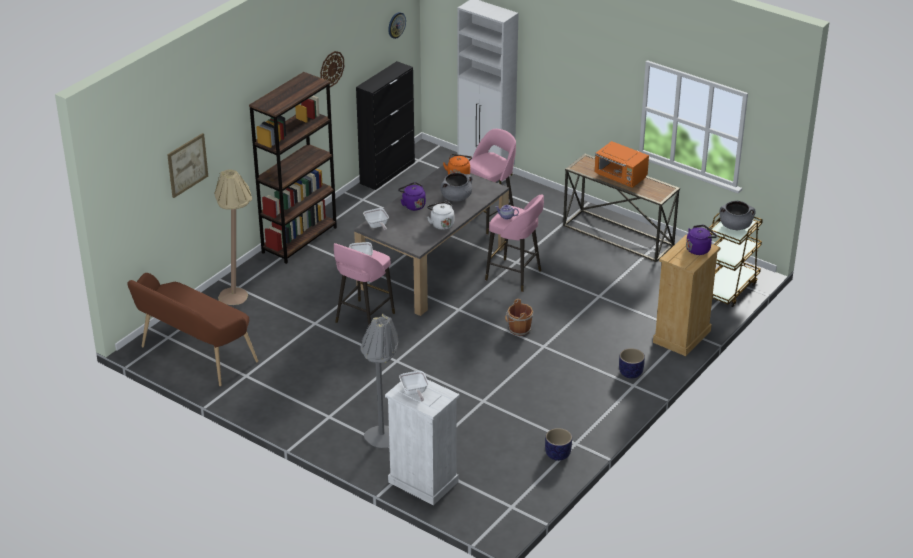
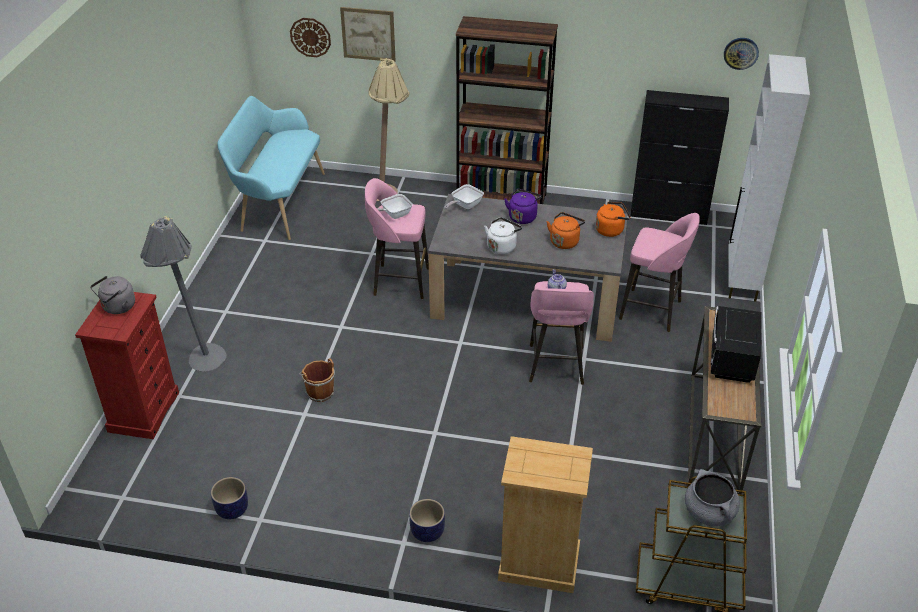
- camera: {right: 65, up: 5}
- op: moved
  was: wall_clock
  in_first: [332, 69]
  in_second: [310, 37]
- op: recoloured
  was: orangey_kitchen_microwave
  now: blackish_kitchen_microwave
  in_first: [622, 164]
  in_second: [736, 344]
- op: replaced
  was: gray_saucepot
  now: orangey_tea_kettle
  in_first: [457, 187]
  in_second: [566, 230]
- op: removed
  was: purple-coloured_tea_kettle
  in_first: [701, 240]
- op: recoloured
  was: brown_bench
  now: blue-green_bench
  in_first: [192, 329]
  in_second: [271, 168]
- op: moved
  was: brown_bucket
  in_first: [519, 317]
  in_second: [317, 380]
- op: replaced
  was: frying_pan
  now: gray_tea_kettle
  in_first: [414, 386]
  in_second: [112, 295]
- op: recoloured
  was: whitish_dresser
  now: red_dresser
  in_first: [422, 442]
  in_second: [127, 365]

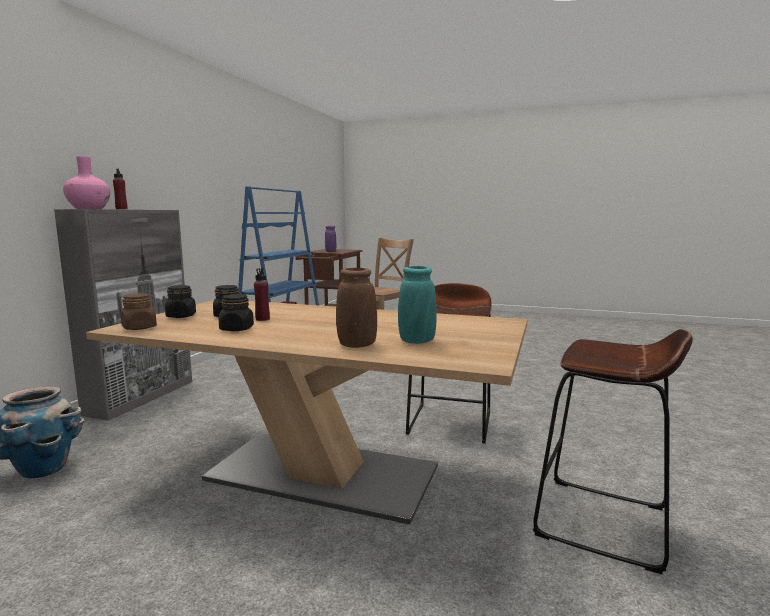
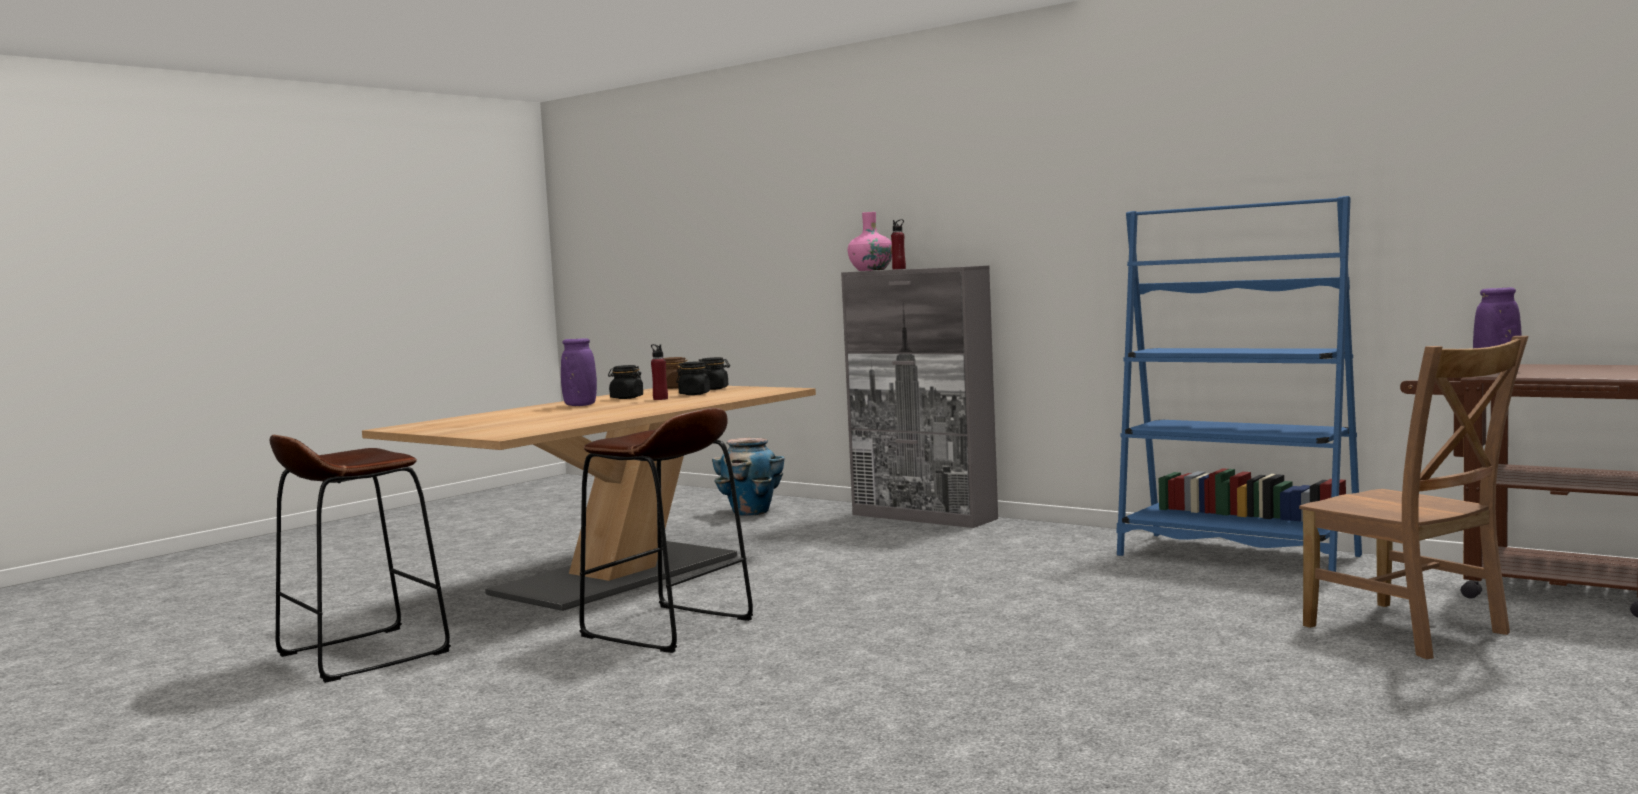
- camera: {right: 110, up: -5}
- op: removed
  was: blue-green_decorative_vase
  in_first: [417, 305]
- op: removed
  was: brown_decorative_vase
  in_first: [356, 308]
- op: added
  now: purple-coloured_decorative_vase
  in_second: [579, 372]

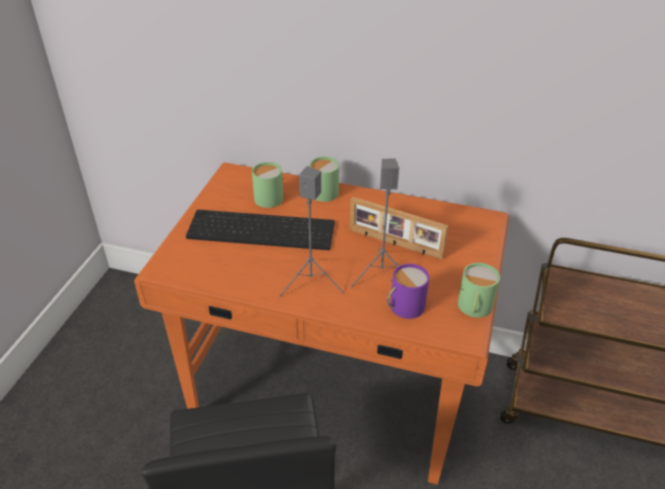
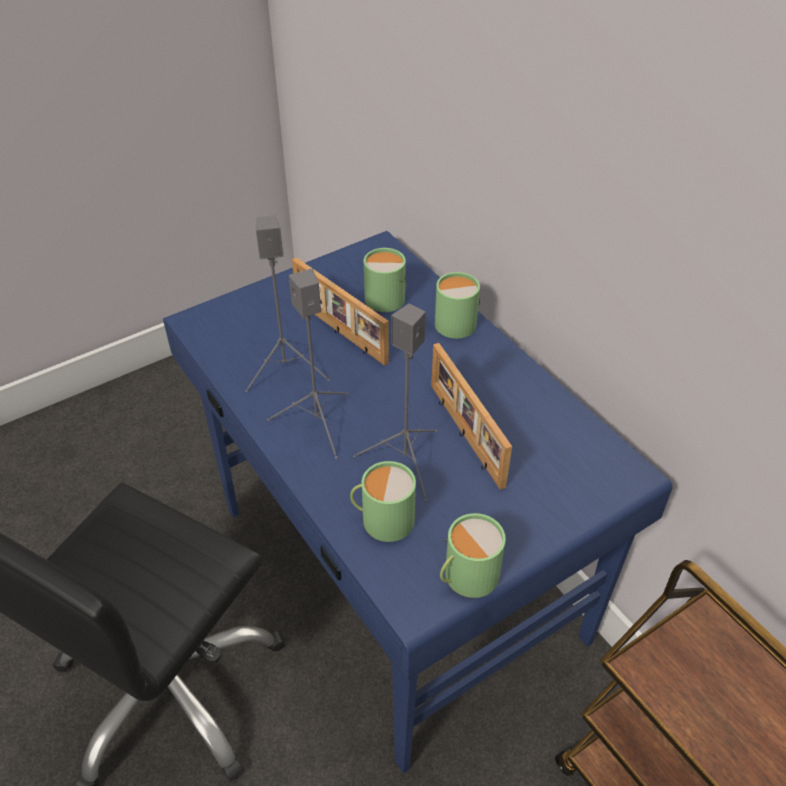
- camera: {right: 40, up: 5}
- op: recoloured
  was: orangey_desk_table
  now: blue-coloured_desk_table
  in_first: [321, 324]
  in_second: [417, 502]
- op: replaced
  was: PC_keyboard
  now: standing_frame
  in_first: [260, 230]
  in_second: [340, 311]
- op: recoloured
  was: purple-coloured_mug
  now: greenish_mug
  in_first: [408, 291]
  in_second: [383, 501]
- op: added
  now: gray_speaker
  in_second: [287, 303]

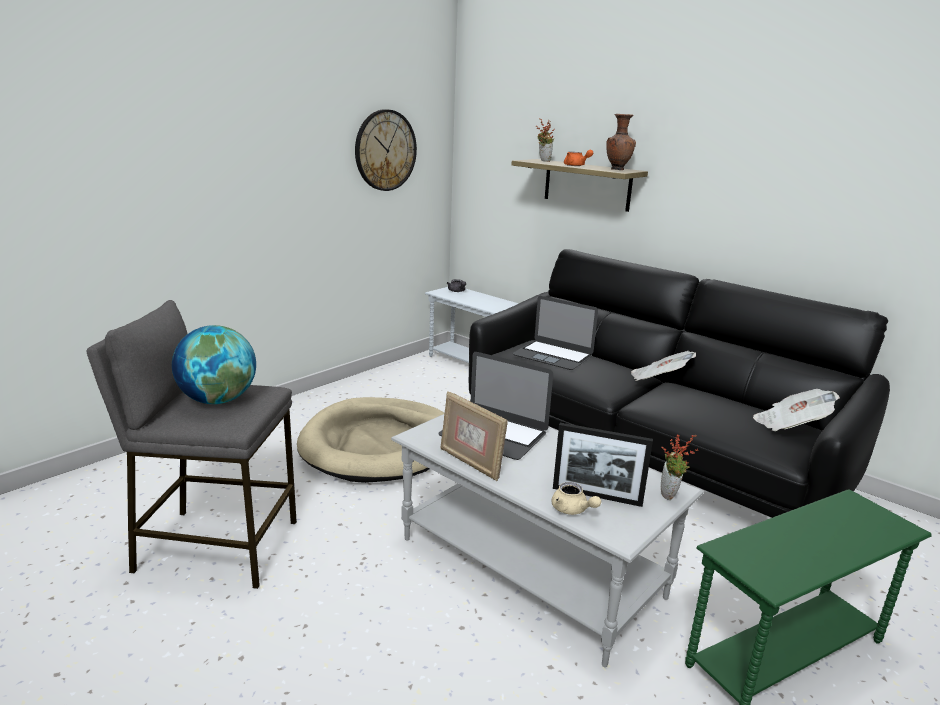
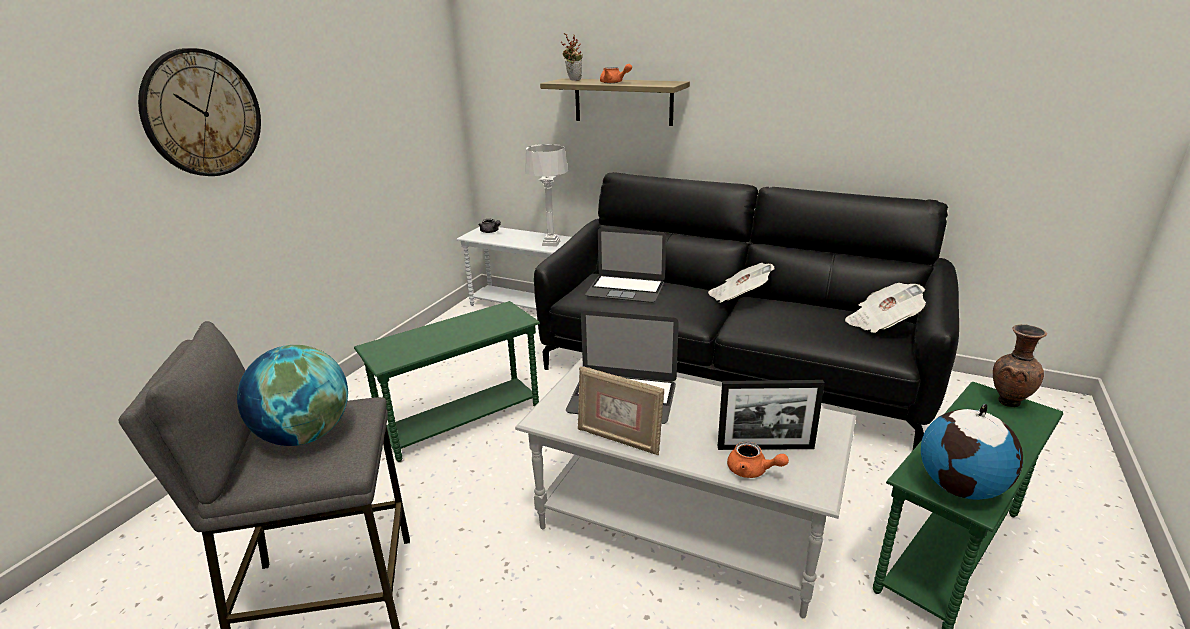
- camera: {right: -15, up: 5}
- op: moved
  was: wall_clock
  in_first: [386, 150]
  in_second: [199, 112]
- op: moved
  was: brown_decorative_vase
  in_first: [621, 142]
  in_second: [1020, 365]
- op: replaced
  was: beige-coloured_dog_cushion
  now: greenish_accent_table
  in_first: [370, 440]
  in_second: [447, 381]
- op: removed
  was: houseplant
  in_first: [680, 467]
- op: recoloured
  was: beige-coloured_pot_for_tea
  now: orangey_pot_for_tea
  in_first: [576, 498]
  in_second: [758, 460]
- op: added
  now: gray_table_lamp
  in_second: [546, 195]
- op: added
  now: world_globe
  in_second: [972, 452]

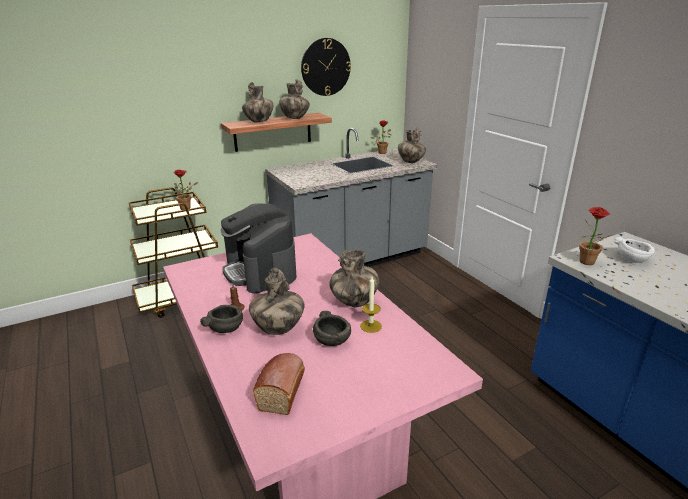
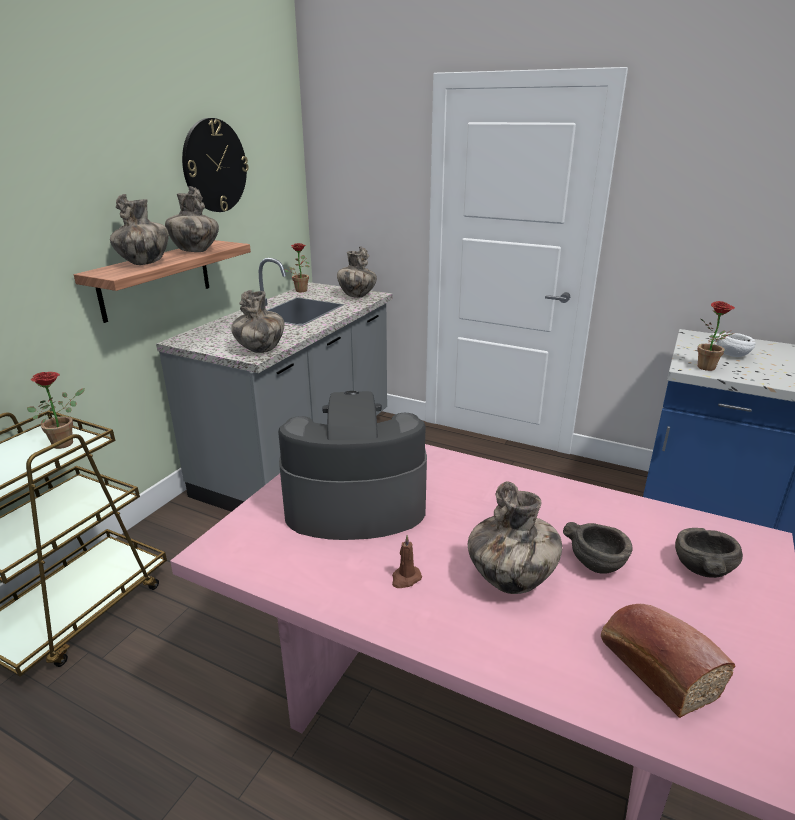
- camera: {right: -35, up: 0}
- op: turned
  was: coffee_brewer
  in_first: [258, 248]
  in_second: [352, 465]
  clockwise: 150
- op: moved
  was: decorative_vase
  in_first: [354, 278]
  in_second: [257, 321]
- op: removed
  was: wax_light
  in_first: [371, 305]
- op: moved
  was: gray_deep_dish
  in_first: [221, 319]
  in_second: [709, 553]

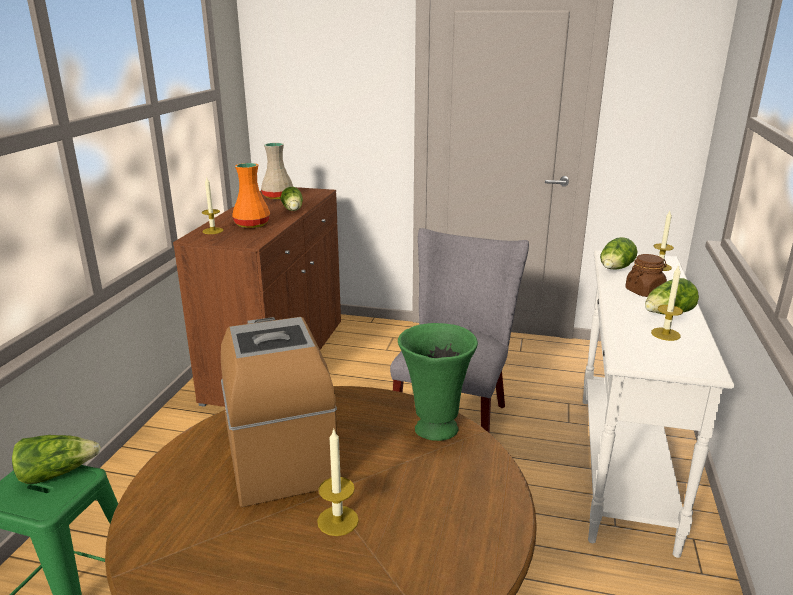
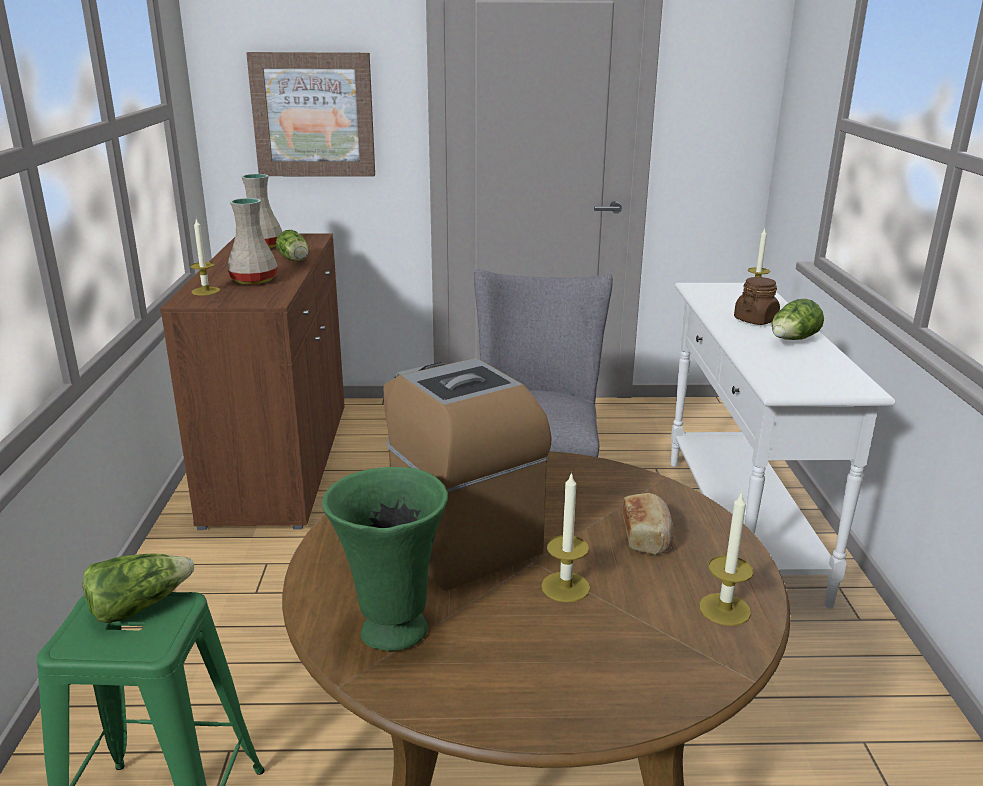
- camera: {right: -15, up: 0}
- op: recoloured
  was: orangey_decorative_vase
  now: beige-coloured_decorative_vase
  in_first: [251, 195]
  in_second: [252, 241]
- op: removed
  was: head_of_lettuce
  in_first: [619, 253]
- op: moved
  was: wax_light
  in_first: [667, 303]
  in_second: [726, 558]
- op: moved
  was: greenish_decorative_vase
  in_first: [438, 382]
  in_second: [385, 559]
- op: added
  now: picture
  in_second: [310, 114]
- op: added
  now: baked_bread
  in_second: [648, 524]

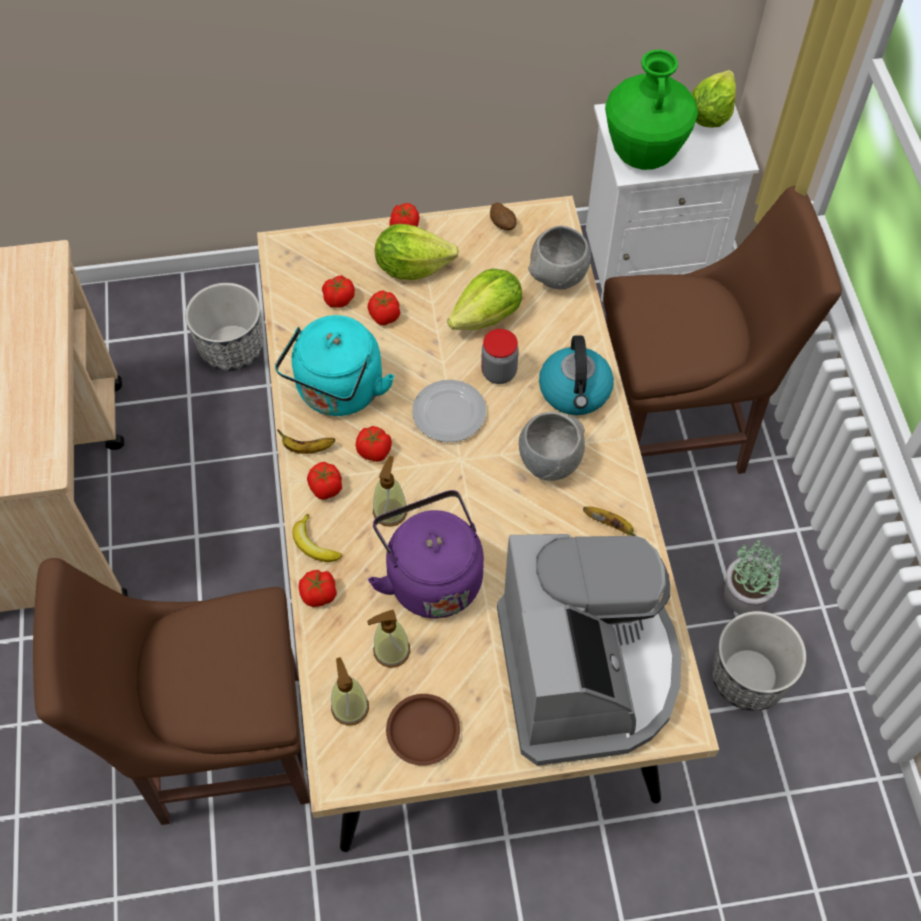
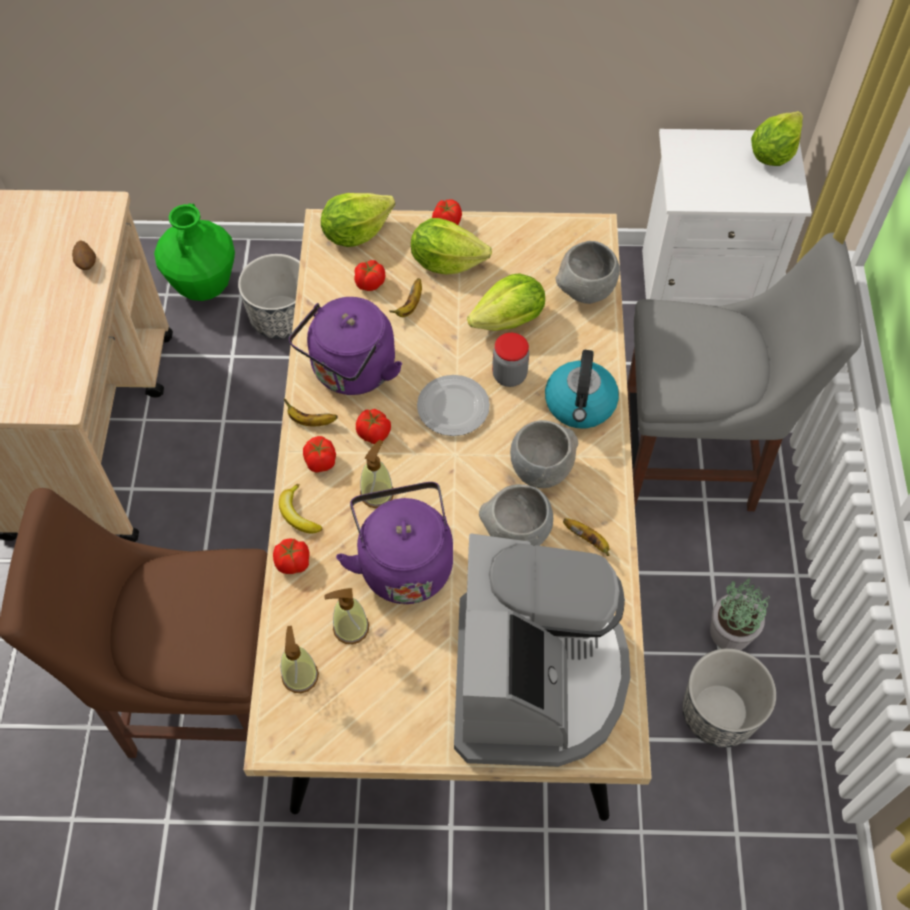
- camera: {right: 10, up: 0}
- op: moved
  was: greenish_decorative_vase
  in_first: [651, 110]
  in_second: [194, 252]
- op: recoloured
  was: brown_upright_chair
  now: gray_upright_chair
  in_first: [722, 330]
  in_second: [744, 372]
- op: moved
  was: spud
  in_first: [503, 216]
  in_second: [84, 255]
- op: replaced
  was: tomato
  now: banana
  in_first: [384, 307]
  in_second: [405, 297]
- op: recoloured
  was: blue-green_tea_kettle
  now: purple-coloured_tea_kettle
  in_first: [335, 365]
  in_second: [345, 346]
- op: removed
  was: brown_plate
  in_first: [423, 730]
- op: added
  now: head_of_lettuce
  in_second: [358, 220]
- op: added
  now: gray_deep_dish
  in_second: [516, 515]

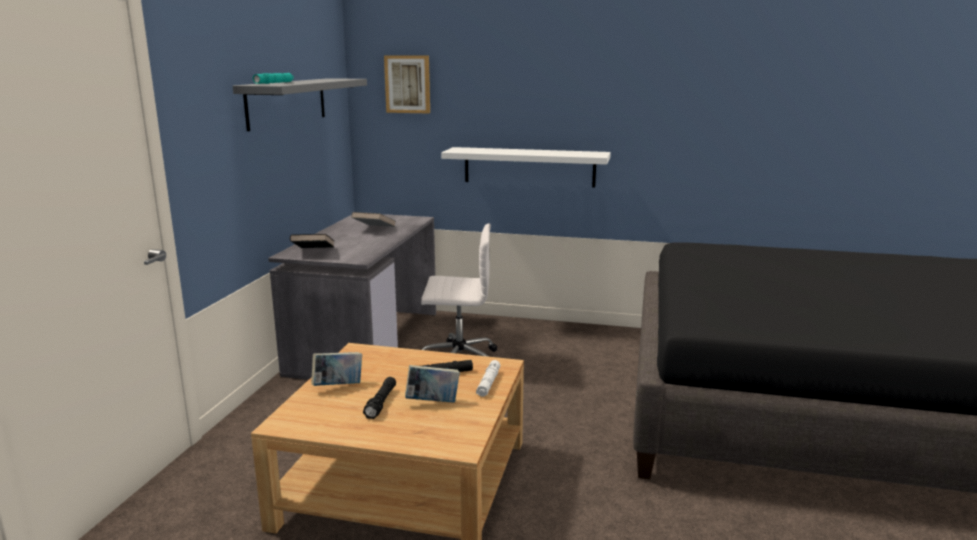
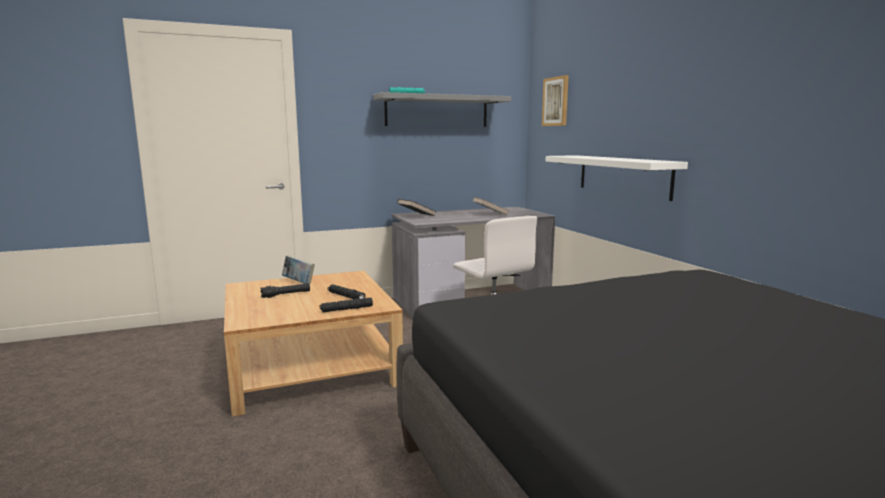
- camera: {right: 55, up: -5}
- op: recoloured
  was: whitish_hand_torch
  now: blackish_hand_torch
  in_first: [488, 378]
  in_second: [346, 305]
- op: removed
  was: volume
  in_first: [432, 384]

